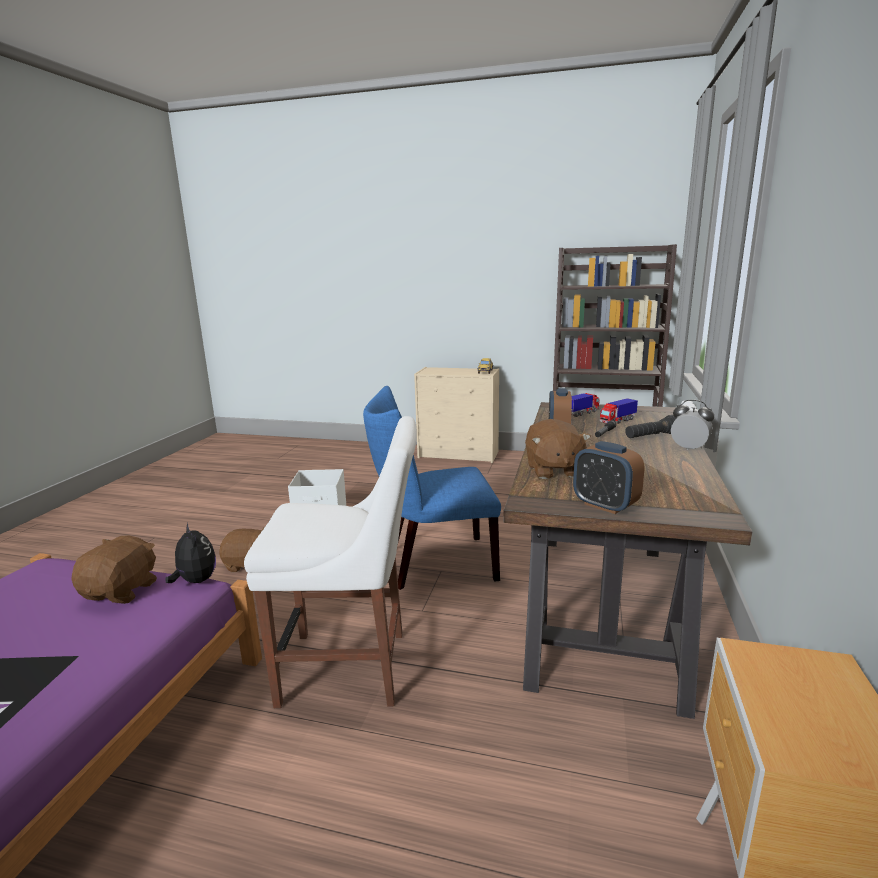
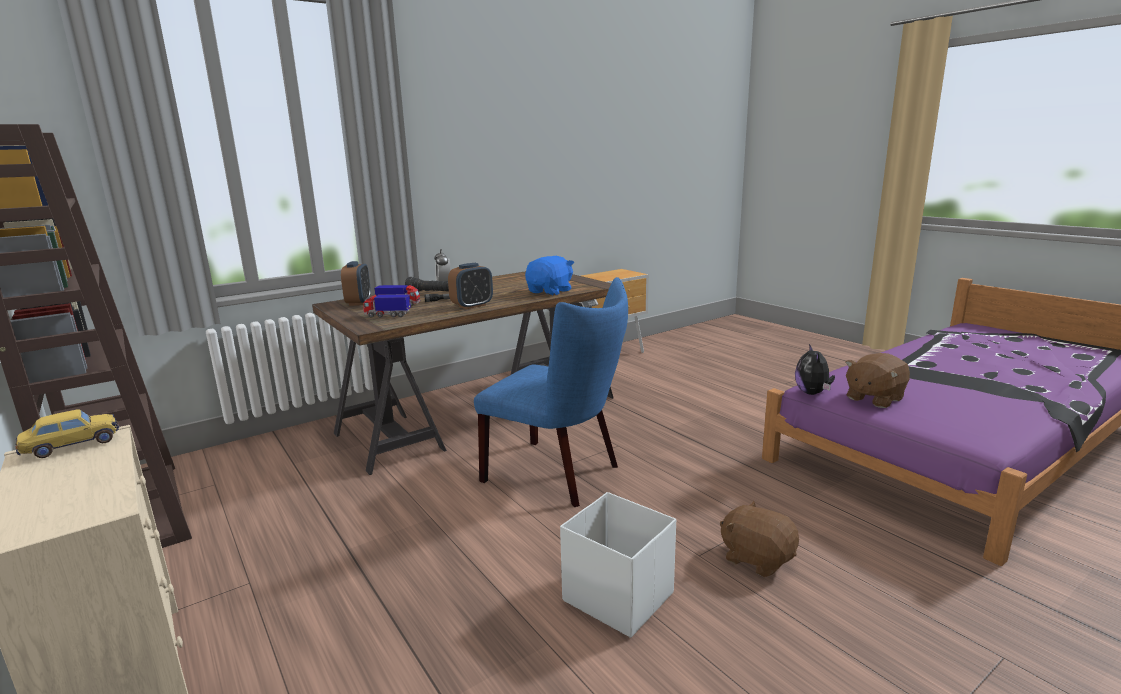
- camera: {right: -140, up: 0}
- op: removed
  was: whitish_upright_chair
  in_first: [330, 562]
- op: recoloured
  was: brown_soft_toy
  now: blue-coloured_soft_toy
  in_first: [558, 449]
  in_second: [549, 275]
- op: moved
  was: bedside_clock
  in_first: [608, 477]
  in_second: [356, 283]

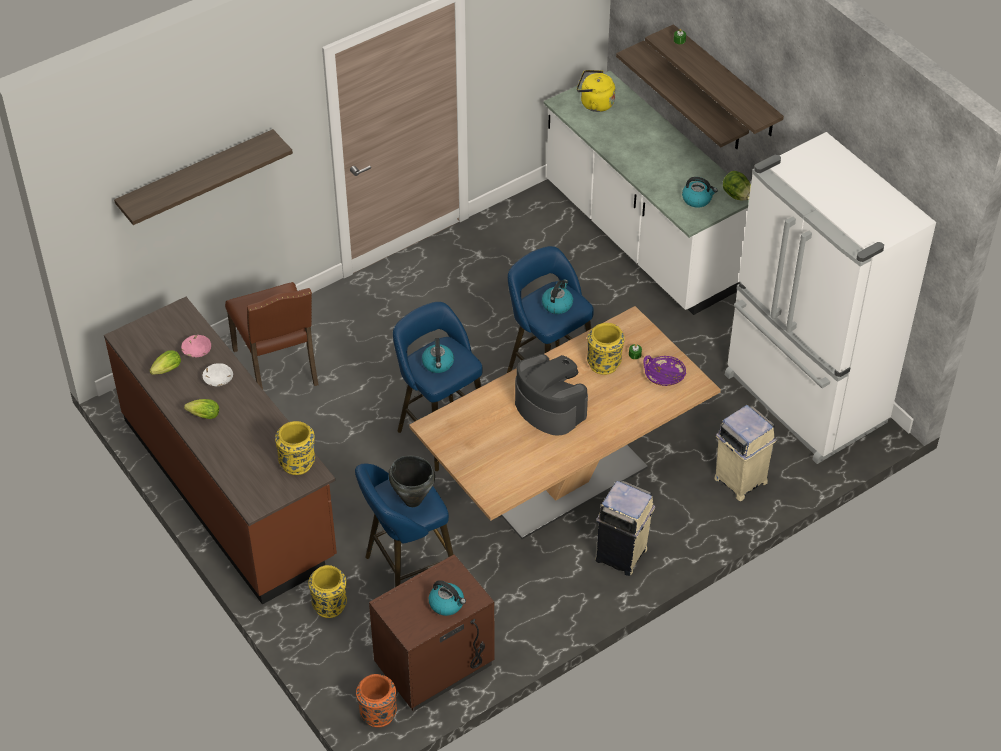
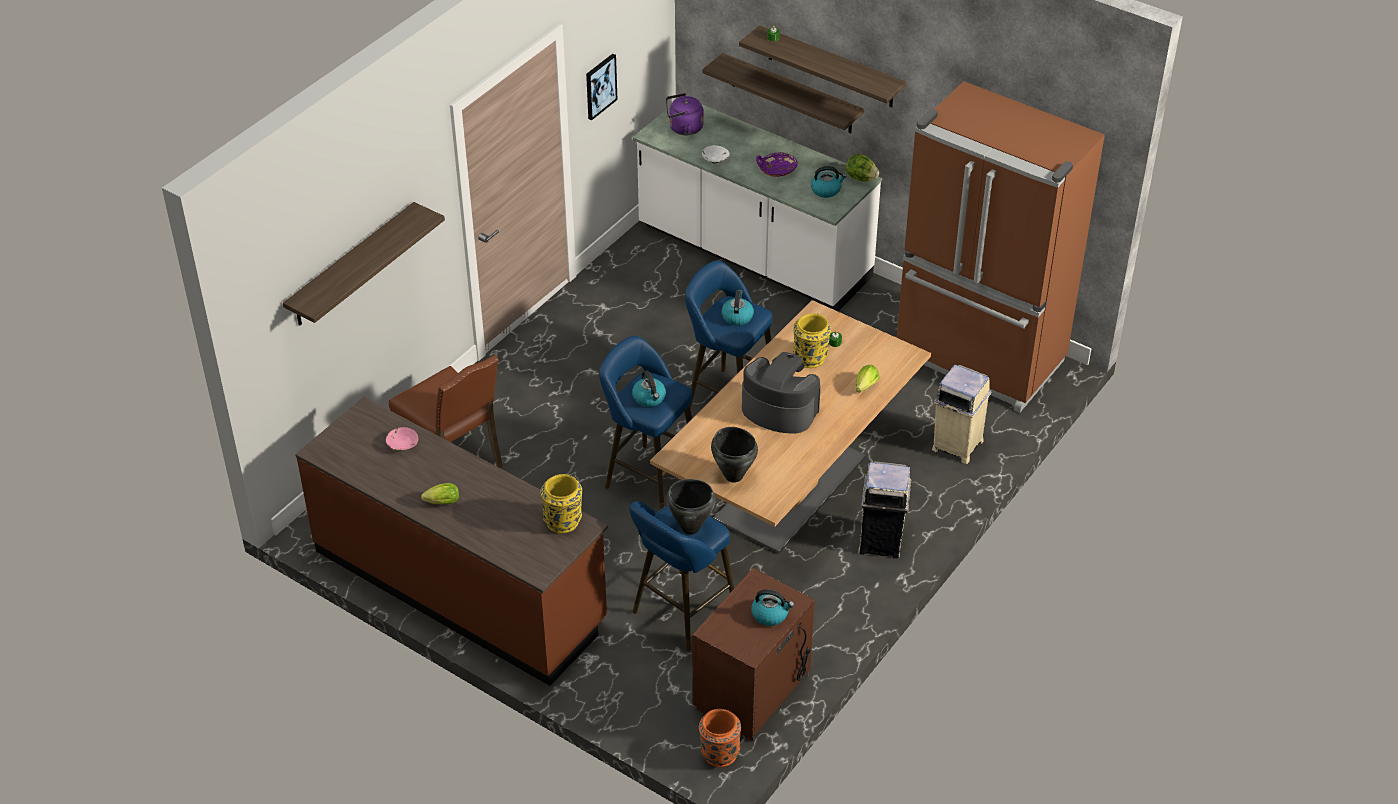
- camera: {right: -20, up: -5}
- op: recoloured
  was: yellowish_tea_kettle
  now: purple-coloured_tea_kettle
  in_first: [596, 91]
  in_second: [685, 114]
- op: recoloured
  was: whitish_refrigerator
  now: brown_refrigerator
  in_first: [830, 298]
  in_second: [1001, 247]
- op: moved
  was: head_of_lettuce
  in_first: [165, 362]
  in_second: [868, 379]
- op: moved
  was: purple-coloured_deep_dish
  in_first: [664, 370]
  in_second: [777, 165]
- op: moved
  was: whitish_deep_dish
  in_first: [218, 375]
  in_second: [716, 154]
- op: removed
  was: yellowish_decorative_vase
  in_first: [327, 591]
- op: added
  now: picture
  in_second: [602, 87]
- op: added
  now: blackish_saucepot
  in_second: [734, 455]

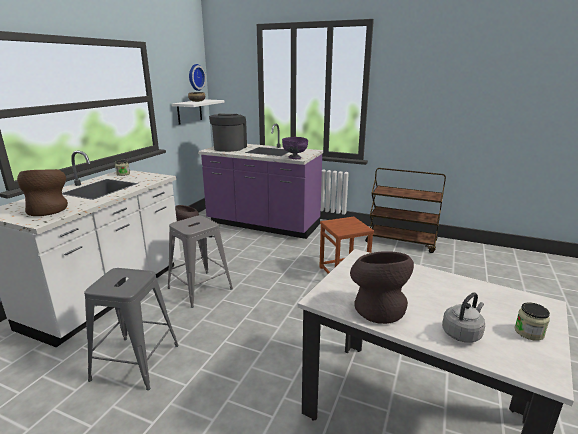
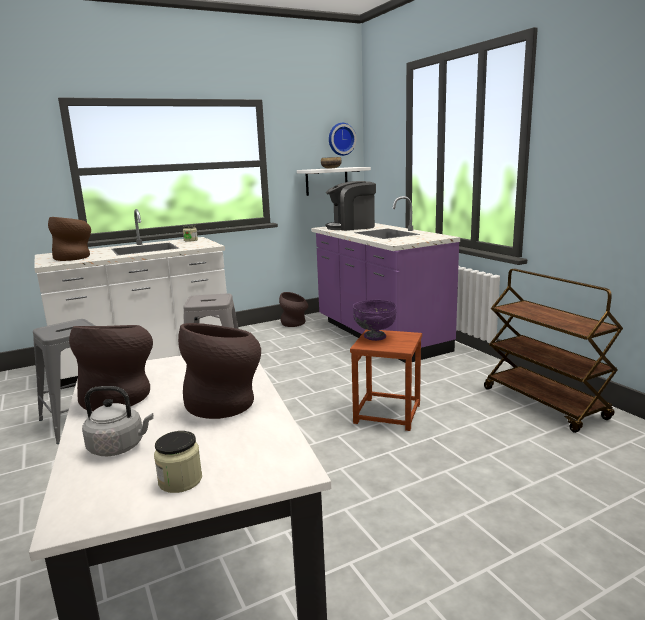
- camera: {right: 40, up: -5}
- op: turned
  was: coffee_brewer
  in_first: [228, 133]
  in_second: [351, 206]
  clockwise: -150
- op: moved
  was: purple-coloured_deep_dish
  in_first: [295, 148]
  in_second: [375, 320]
- op: added
  now: brown_decorative_vase
  in_second: [219, 371]

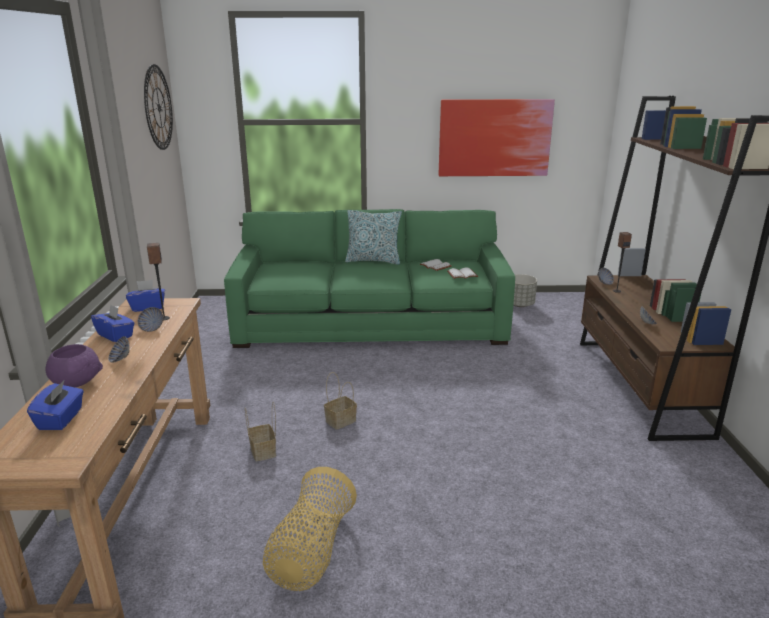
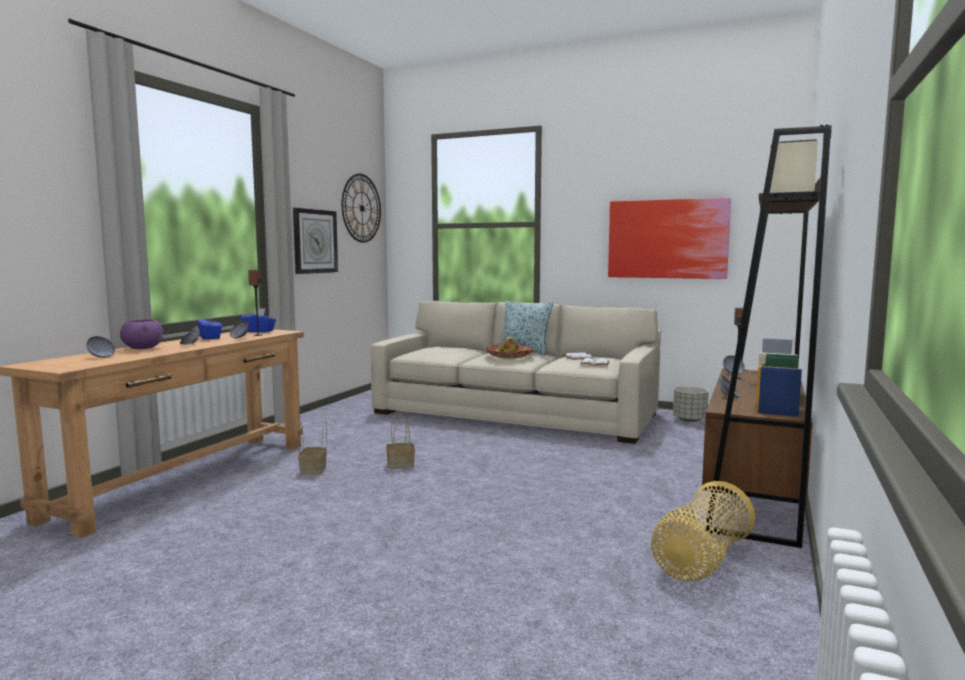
- camera: {right: 25, up: -15}
- op: recoloured
  was: greenish_sofa
  now: beige-coloured_sofa
  in_first: [369, 278]
  in_second: [516, 372]
- op: replaced
  was: blue-coloured_tissue_box
  now: deep_dish
  in_first: [55, 405]
  in_second: [100, 347]
- op: moved
  was: storage_basket
  in_first: [310, 529]
  in_second: [703, 531]
- op: added
  now: wall_clock
  in_second: [315, 241]
- op: added
  now: wearable_hat
  in_second: [509, 348]

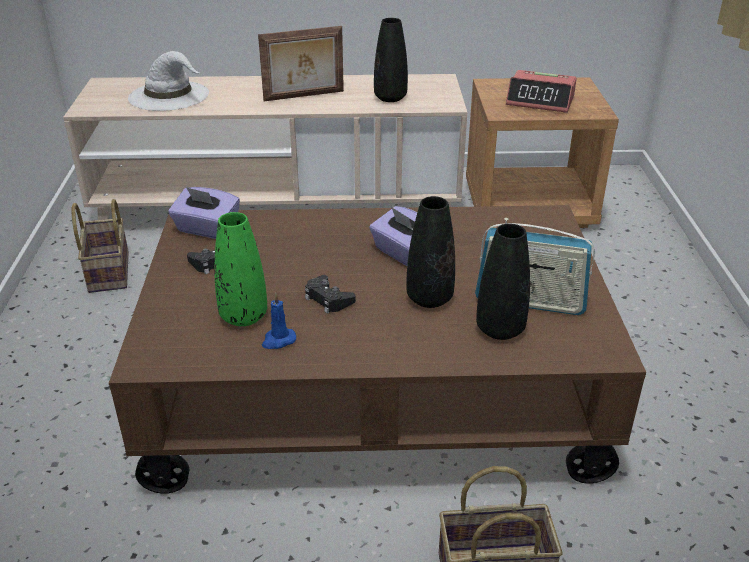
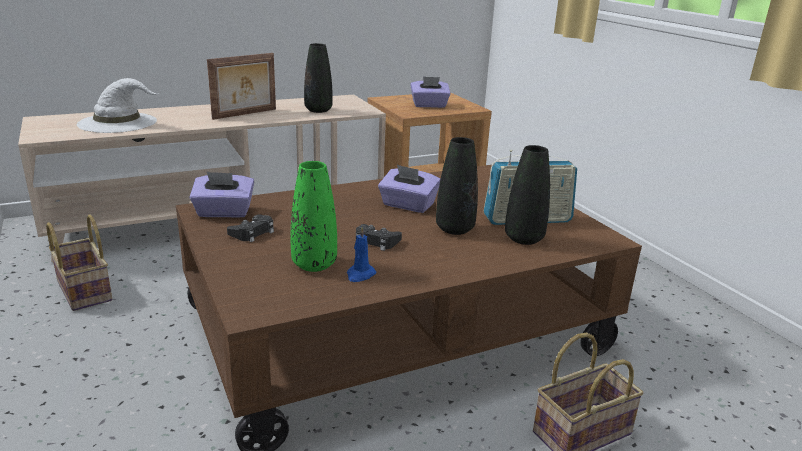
- camera: {right: -25, up: -10}
- op: replaced
  was: bedside_clock
  now: purple-coloured_tissue_box
  in_first: [541, 91]
  in_second: [430, 92]

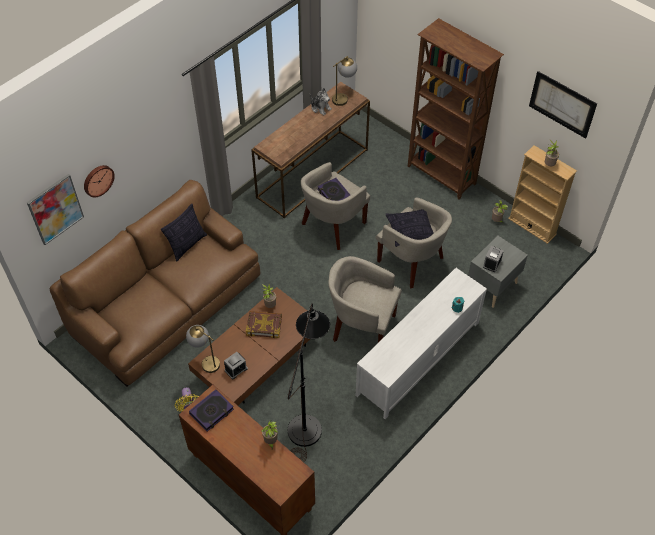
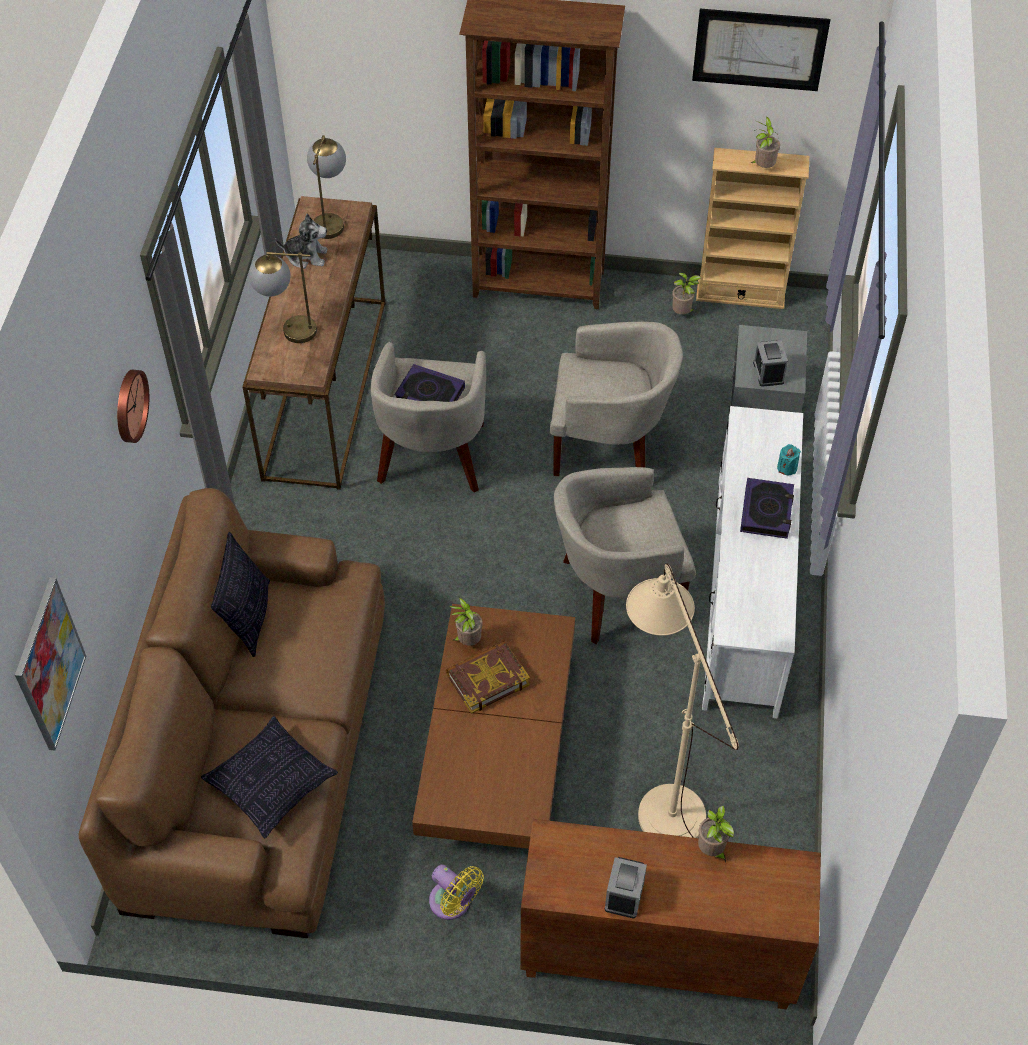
- camera: {right: -35, up: 0}
- op: moved
  was: wall_clock
  in_first: [99, 181]
  in_second: [133, 406]
- op: moved
  was: throw_pillow
  in_first: [410, 228]
  in_second: [269, 777]
- op: recoloured
  was: blackish_floor_lamp
  now: beige-coloured_floor_lamp
  in_first: [309, 382]
  in_second: [682, 700]
- op: moved
  was: table_lamp
  in_first: [203, 349]
  in_second: [283, 297]
- op: moved
  was: bedside_clock
  in_first: [236, 365]
  in_second: [626, 887]
- op: moved
  was: volume
  in_first: [211, 410]
  in_second: [767, 508]

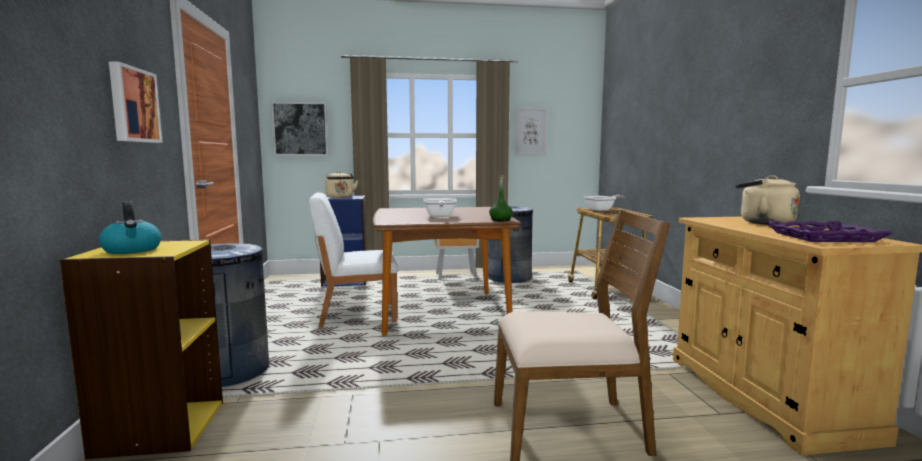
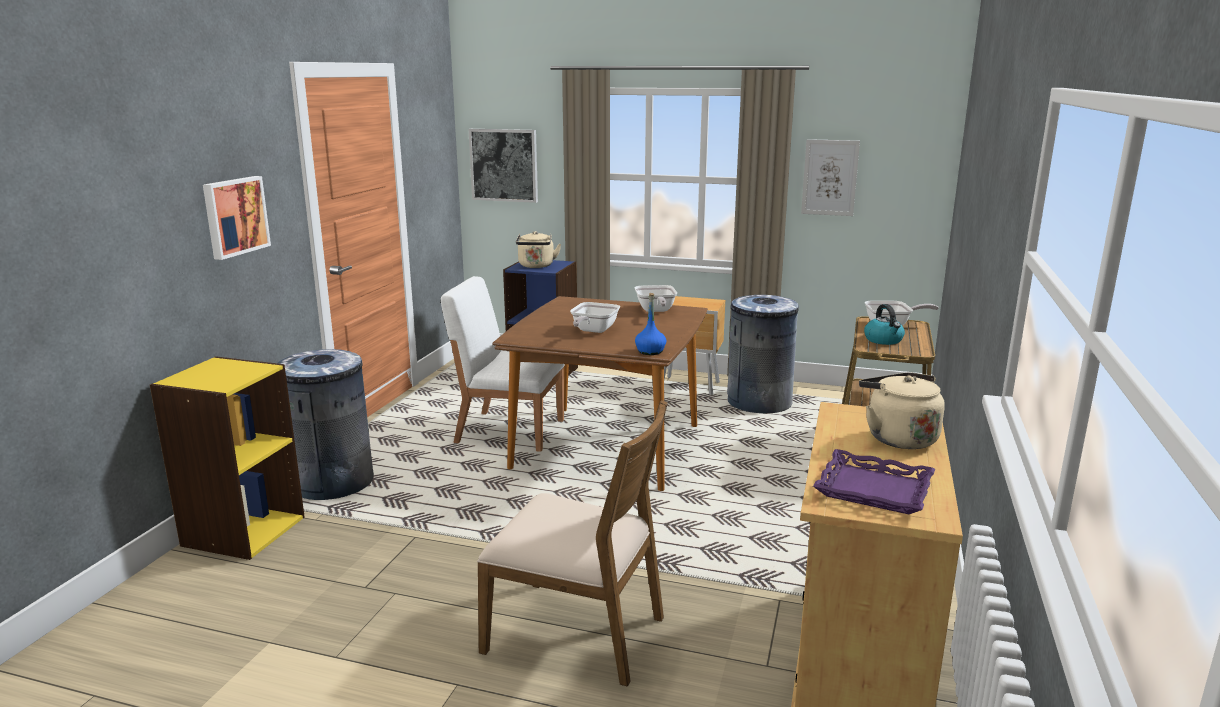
- camera: {right: 25, up: 10}
- op: recoloured
  was: greenish_bottle
  now: blue-coloured_bottle
  in_first: [501, 198]
  in_second: [650, 324]
- op: moved
  was: tea_kettle
  in_first: [130, 227]
  in_second: [884, 324]
- op: added
  now: frying_pan
  in_second: [656, 298]

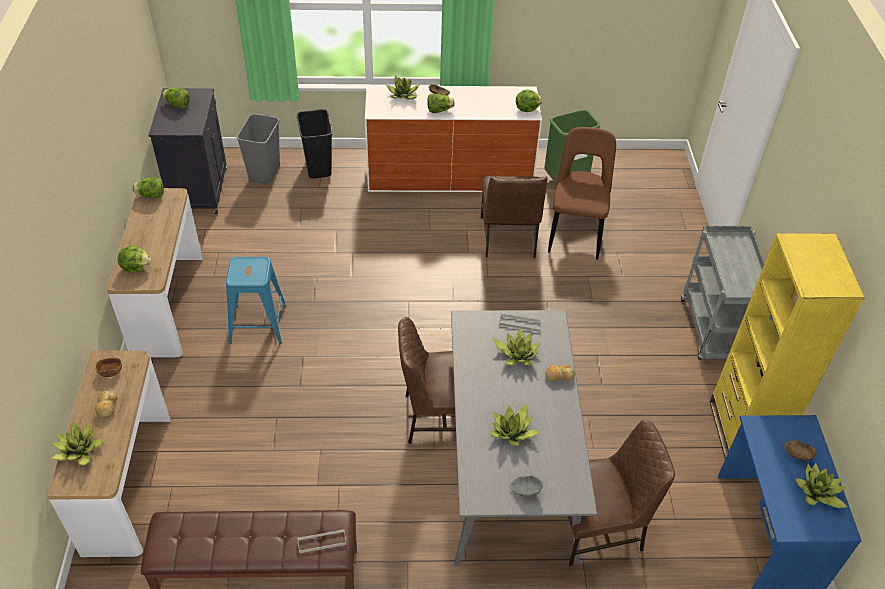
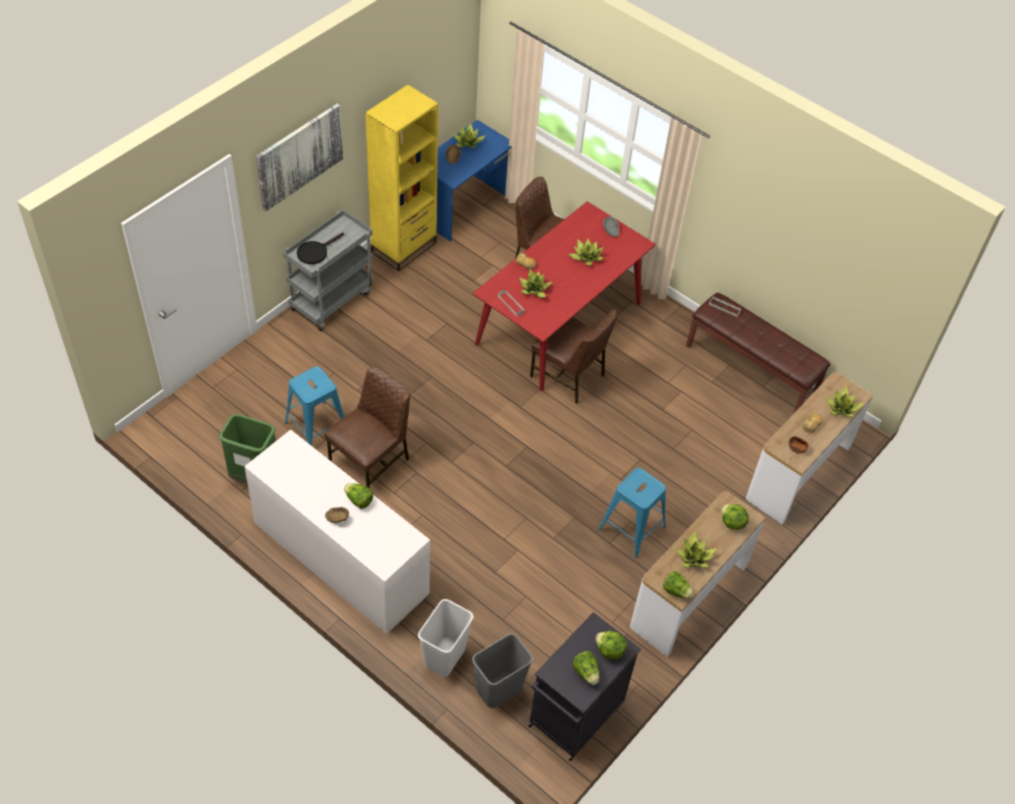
- camera: {right: -140, up: 5}
- op: moved
  was: houseplant
  in_first: [403, 87]
  in_second: [696, 549]
- op: moved
  was: head_of_lettuce
  in_first: [529, 101]
  in_second: [611, 645]
- op: recoloured
  was: blackish_rubbish_bin
  now: whitish_rubbish_bin
  in_first: [315, 144]
  in_second: [445, 638]
- op: replaced
  was: brown_upright_chair
  now: blue-coloured_stool_seat
  in_first: [582, 193]
  in_second: [314, 406]
- op: recoloured
  was: gray_kitchen_table
  now: red_kitchen_table
  in_first: [524, 438]
  in_second: [564, 296]
- op: added
  now: picture
  in_second: [299, 157]
- op: added
  now: blackish_frying_pan
  in_second: [320, 248]

